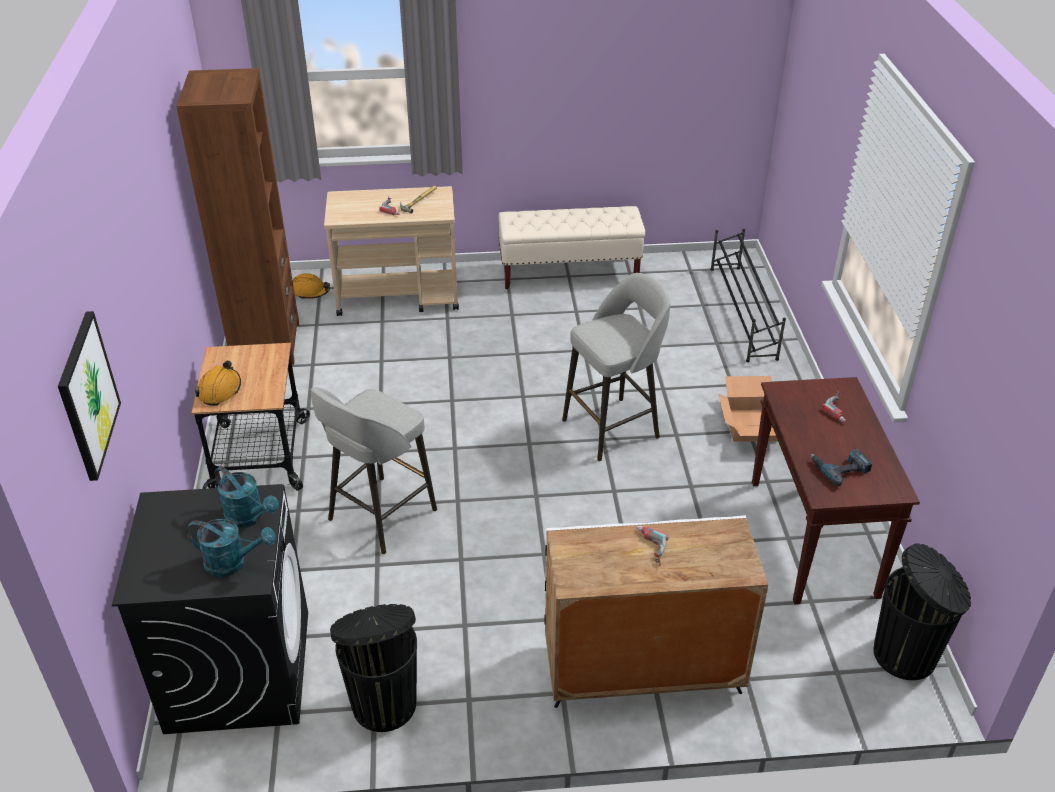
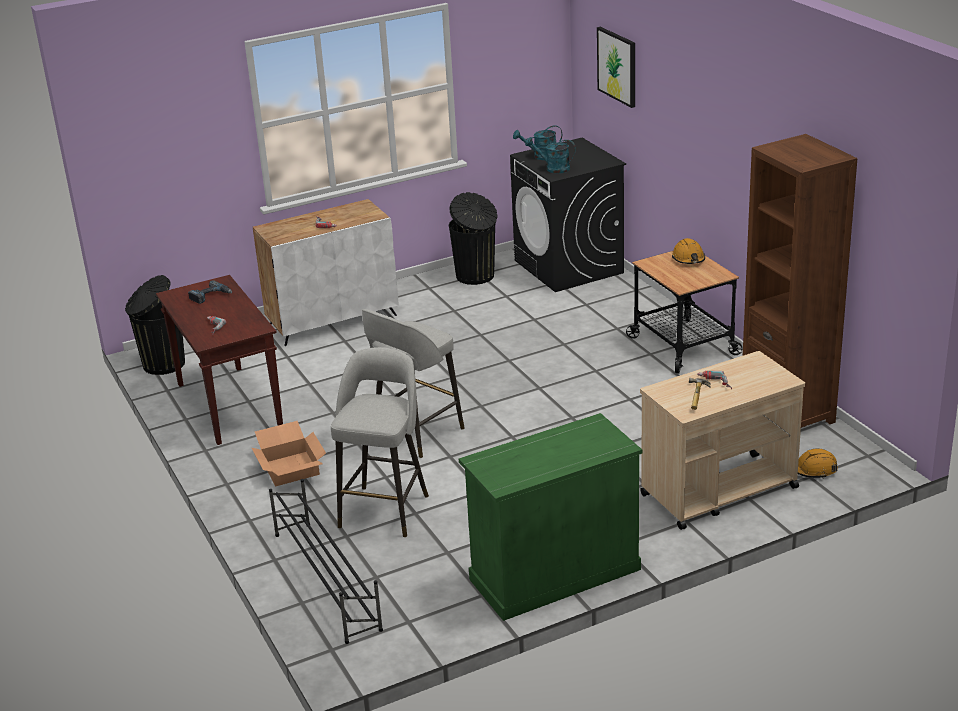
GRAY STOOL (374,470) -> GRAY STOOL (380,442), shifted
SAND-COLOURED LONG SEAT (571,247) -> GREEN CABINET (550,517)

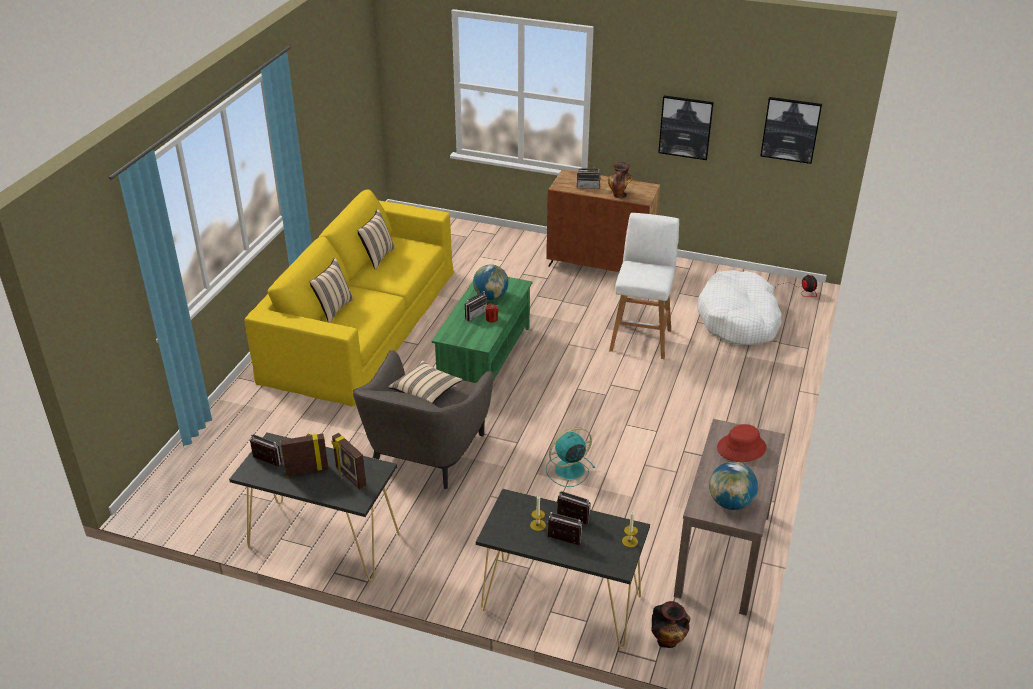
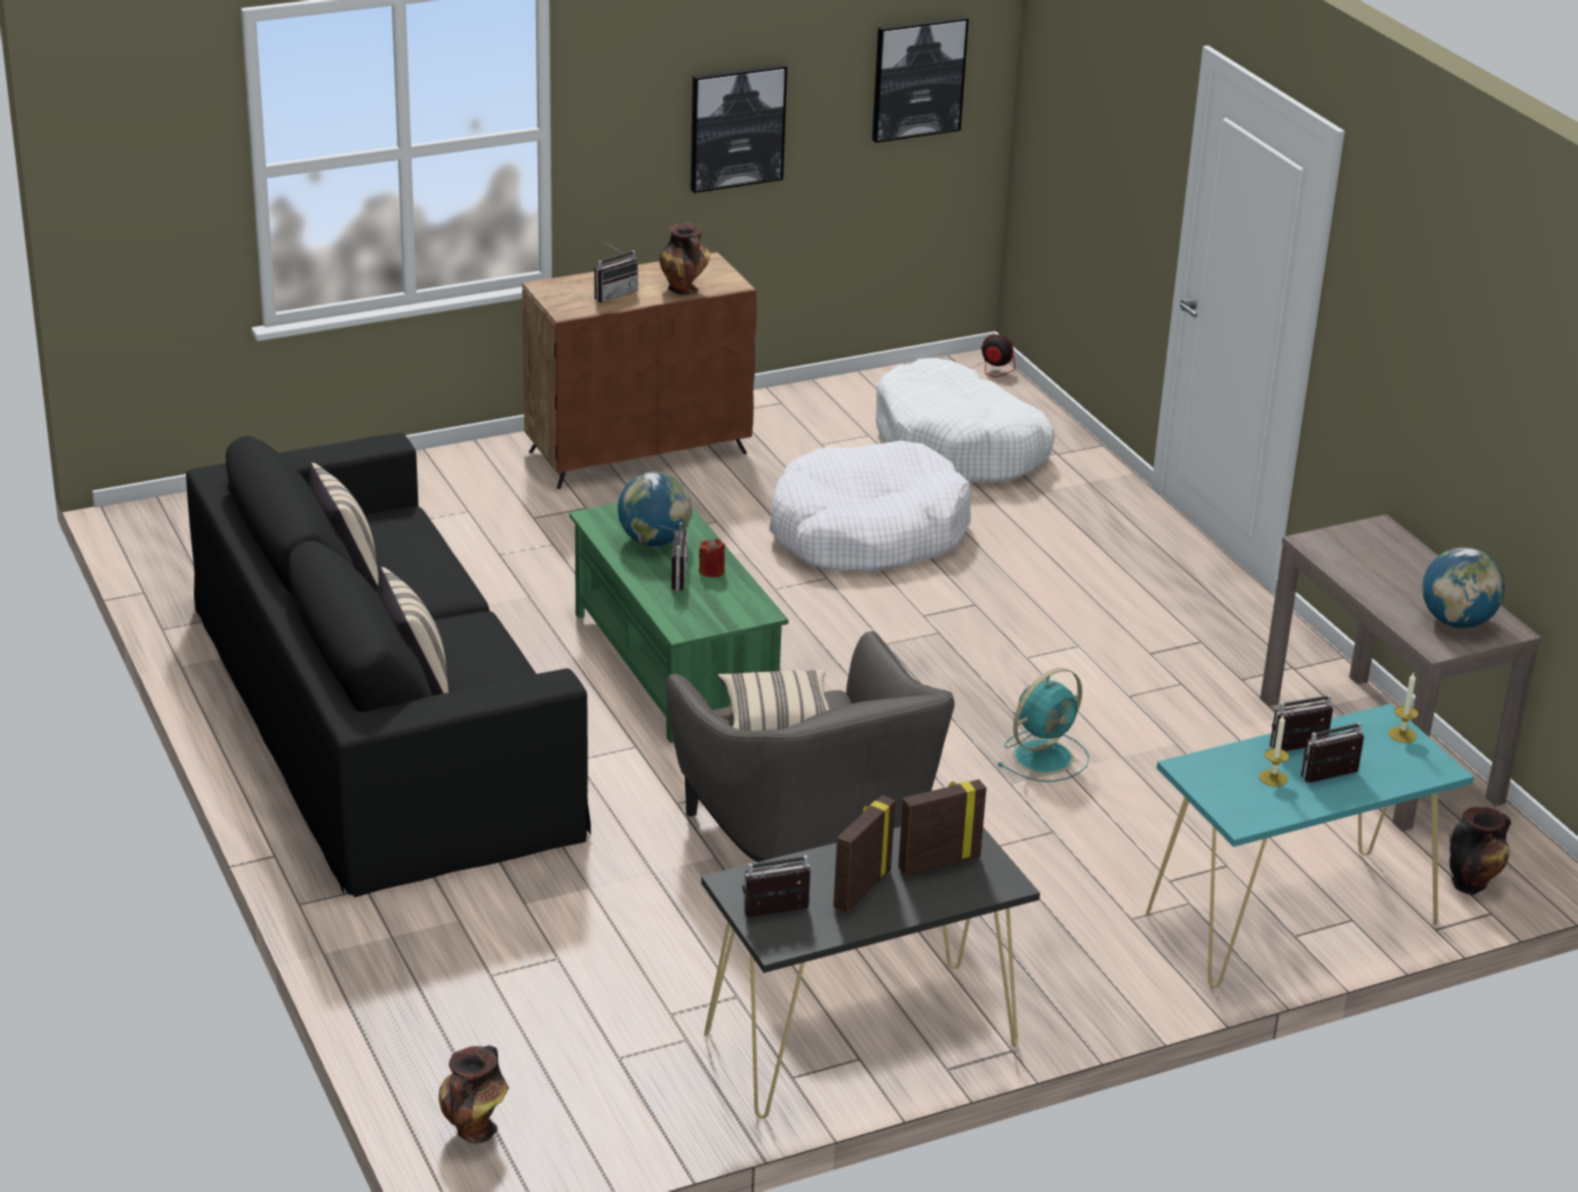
YELLOWISH SOFA (349,298) -> BLACK SOFA (388,665)
STANDING FRAME (348,461) -> STANDING FRAME (942,827), 150 degrees clockwise
BLACK CONSOLE TABLE (563,569) -> TURQUOISE CONSOLE TABLE (1310,846)
TURQUOISE COOLING FAN (570,457) -> TURQUOISE COOLING FAN (1043,725), 150 degrees counterclockwise
WHITE-COLOURED STOOL (644,286) -> WHITE-COLOURED DOG BED (870,507)
RED-COLOURED WEARABLE HAT (742,443) -> none
none -> DECORATIVE VASE (474,1094)

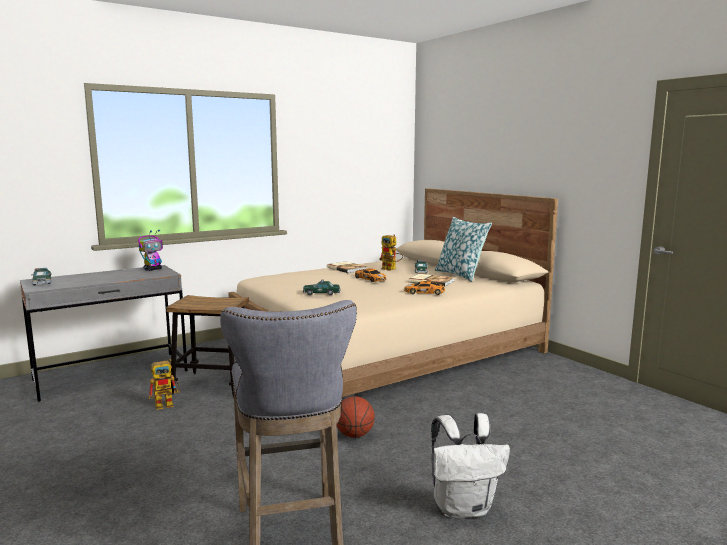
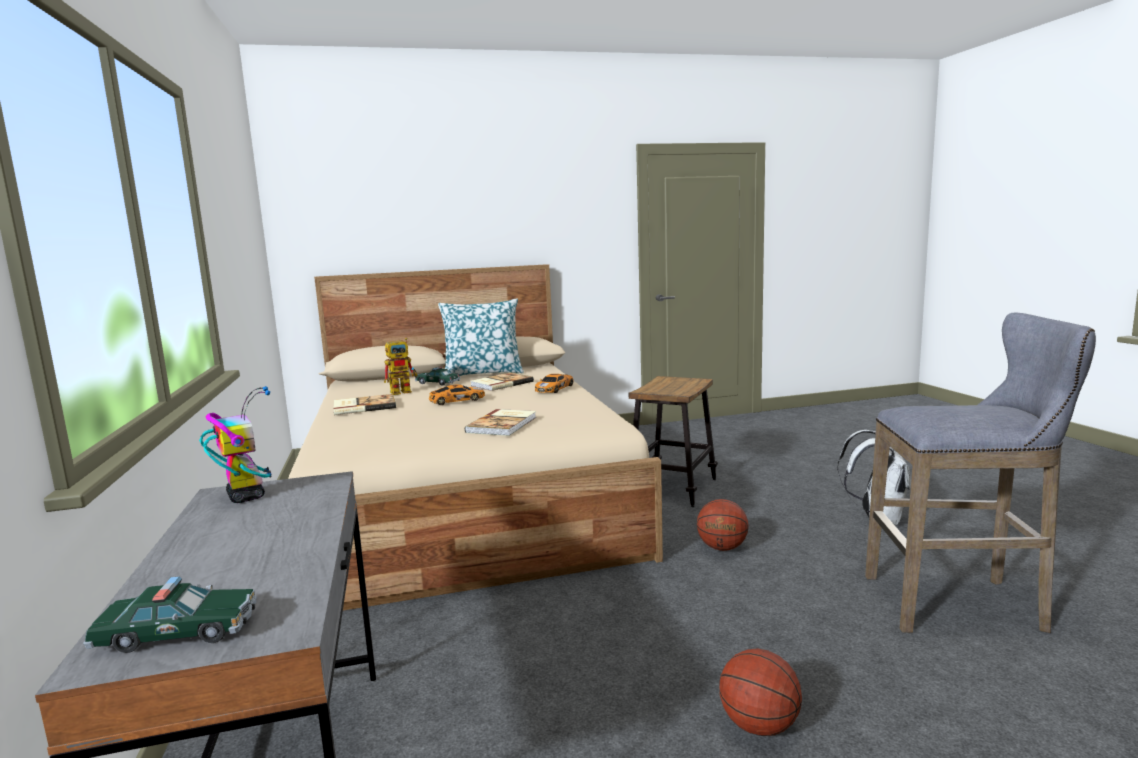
MODEL ROBOT (164,384) -> none
STOOL (207,346) -> STOOL (673,441), shifted
MODEL CAR (321,287) -> BOUND BOOK (500,422)
none -> BALL FOR BASKETBALL (760,692)

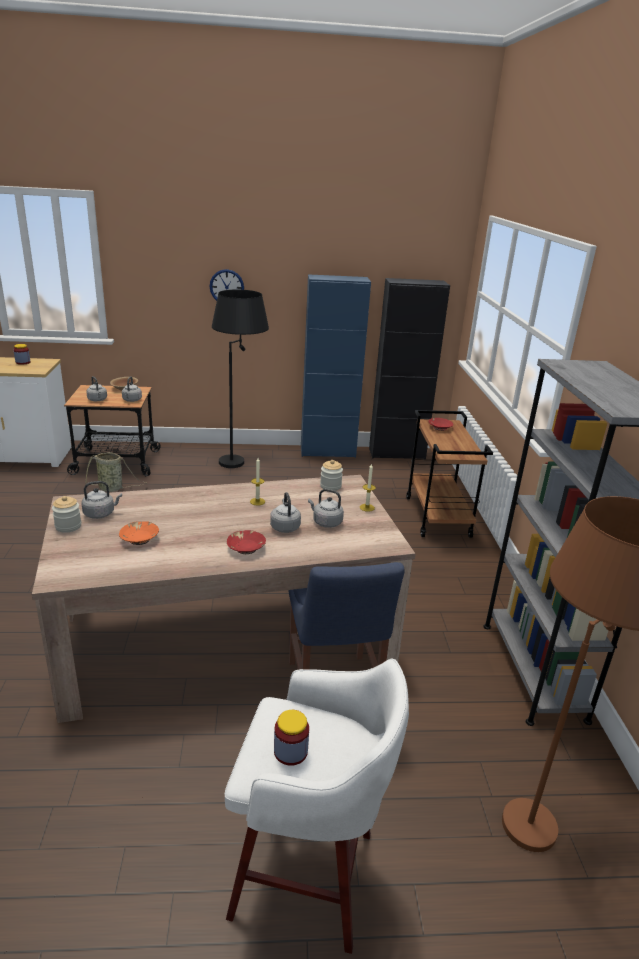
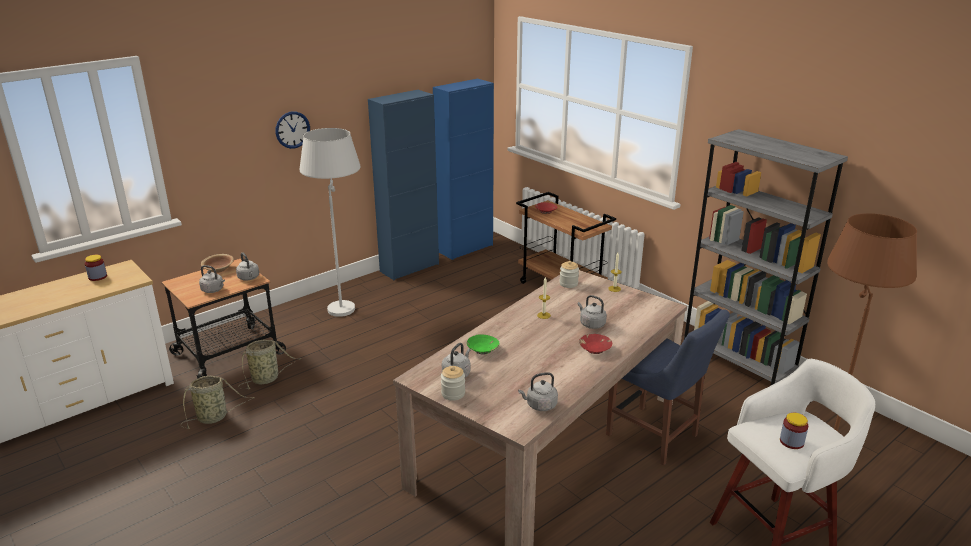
ORANGEY BOWL (139,533) -> none
BLACK FLOOR LAMP (240,378) -> WHITE-COLOURED FLOOR LAMP (330,222)
GRAY KETTLE (326,508) -> GRAY KETTLE (538,391), shifted
BLACK CABINET (409,368) -> BLUE CABINET (463,169)
none -> HOUSEHOLD BASKET (218,402)
none -> GREEN BOWL (483,344)

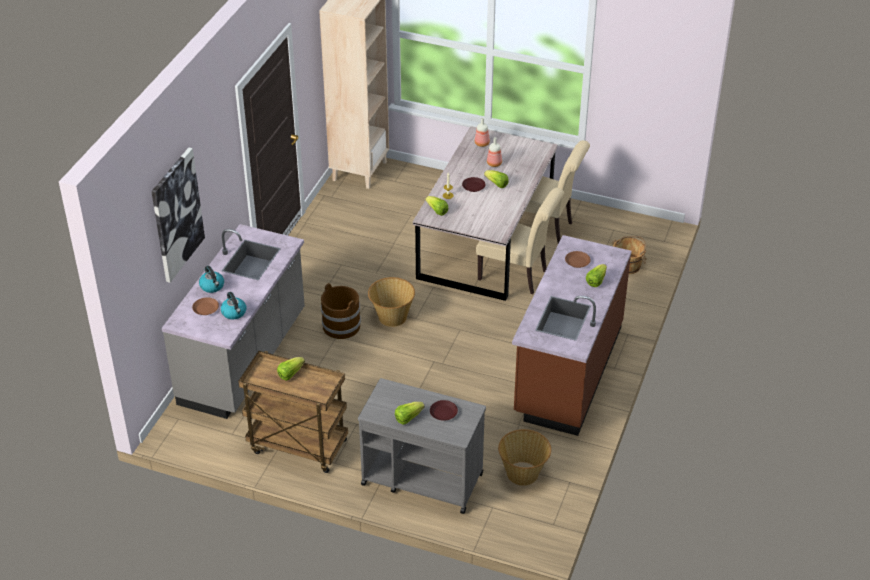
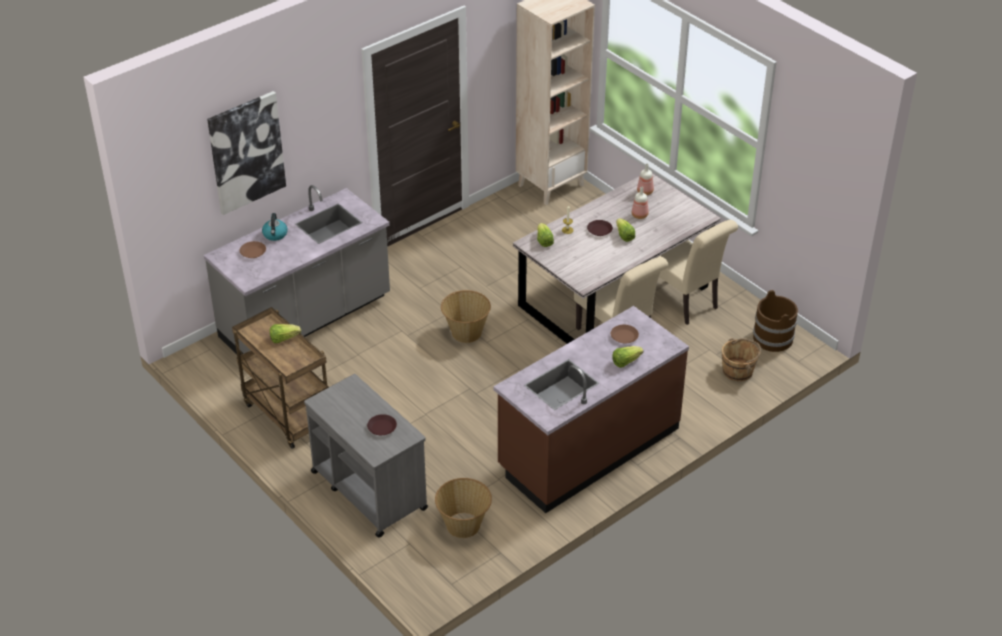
KETTLE (233,305) -> none
BROWNISH PAIL (341,311) -> BROWNISH PAIL (775,321), shifted
LETTUCE HEAD (410,413) -> none

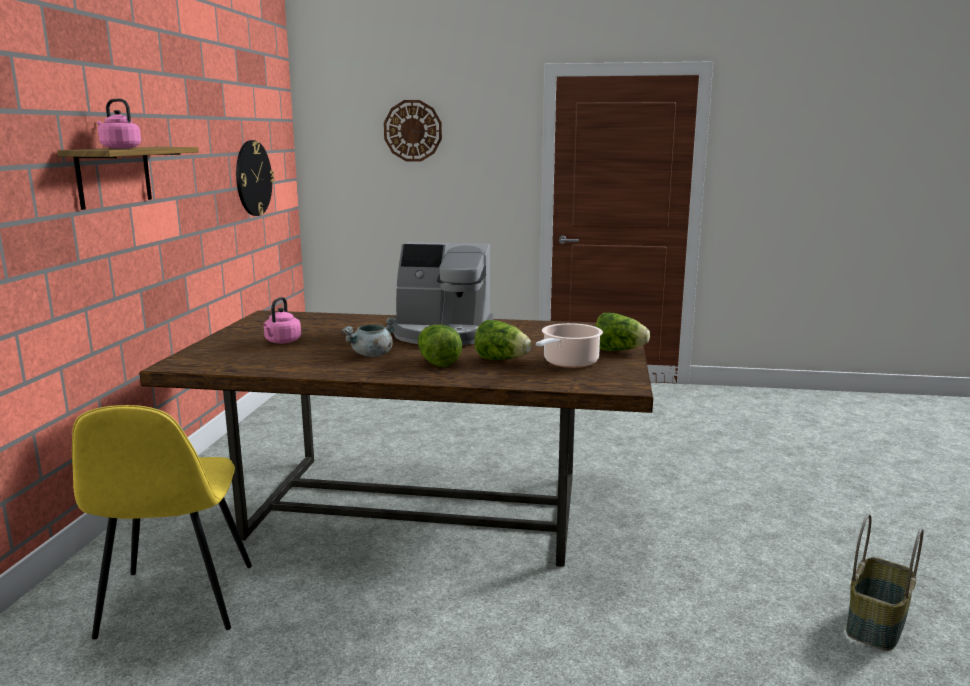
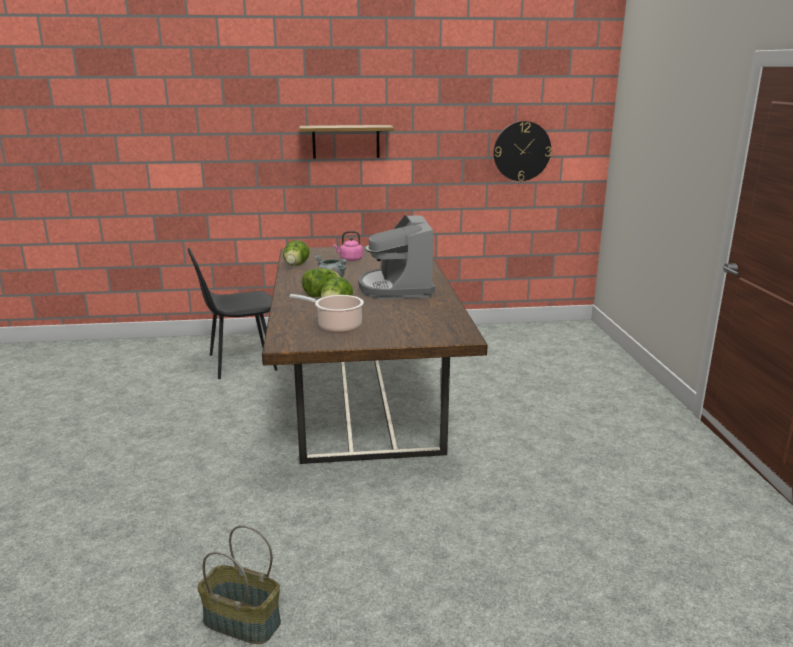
YELLOWISH PLAIN CHAIR (162,522) -> BLACK PLAIN CHAIR (232,313)
PINKISH KETTLE (119,124) -> none
CLOCK ON THE WALL (413,130) -> none
LETTUCE HEAD (622,332) -> LETTUCE HEAD (296,253), shifted

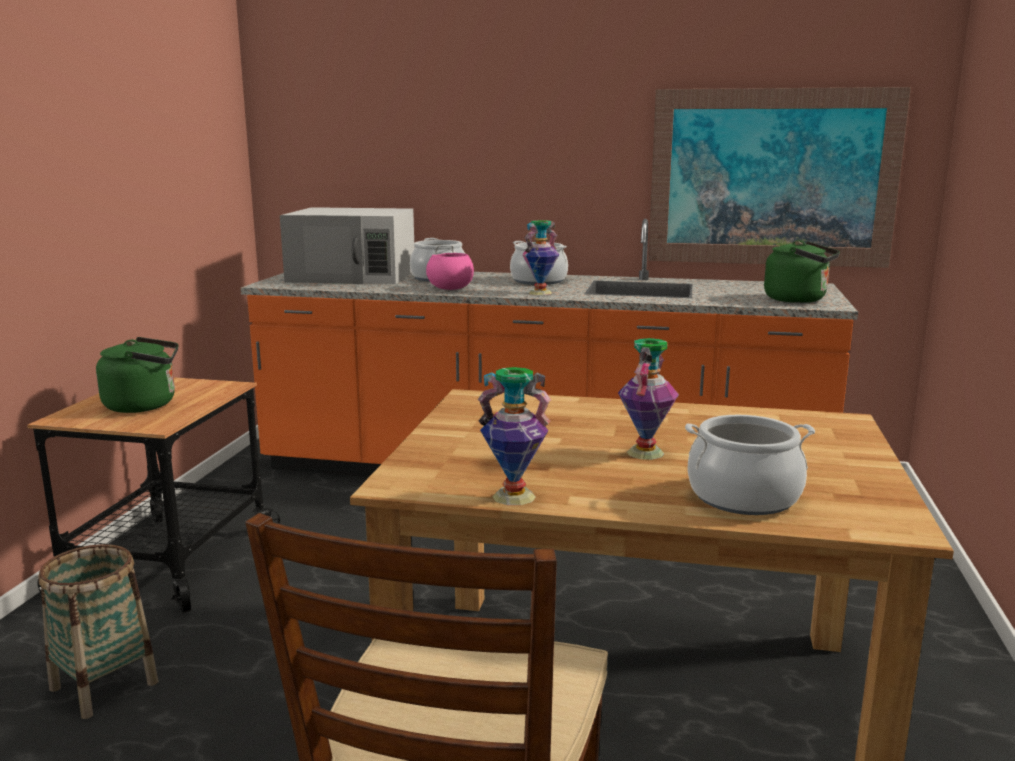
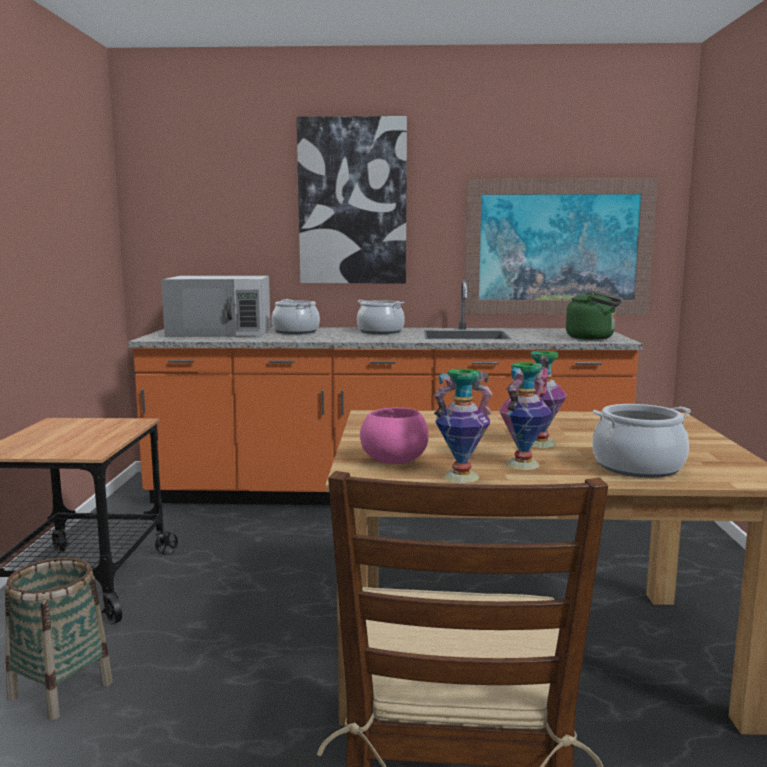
GREEN KETTLE (137,375) -> none
PINKISH BOWL (450,271) -> PINKISH BOWL (394,435), shifted
DECORATIVE VASE (540,257) -> DECORATIVE VASE (525,416), shifted
none -> WALL PICTURE (352,199)

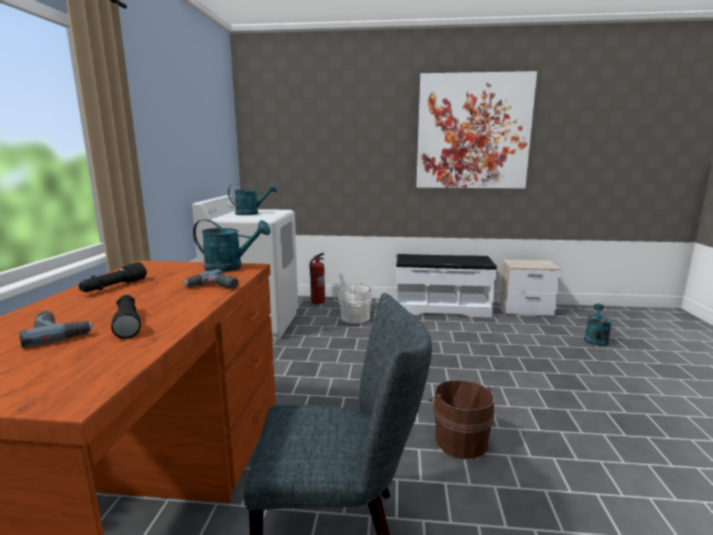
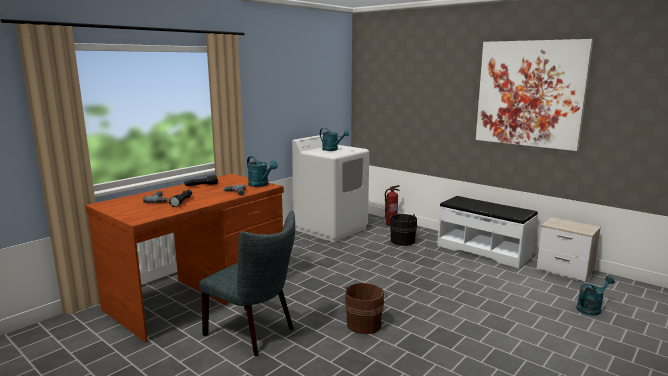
WHITE-COLOURED PAIL (354,303) -> BLACK PAIL (402,230)

